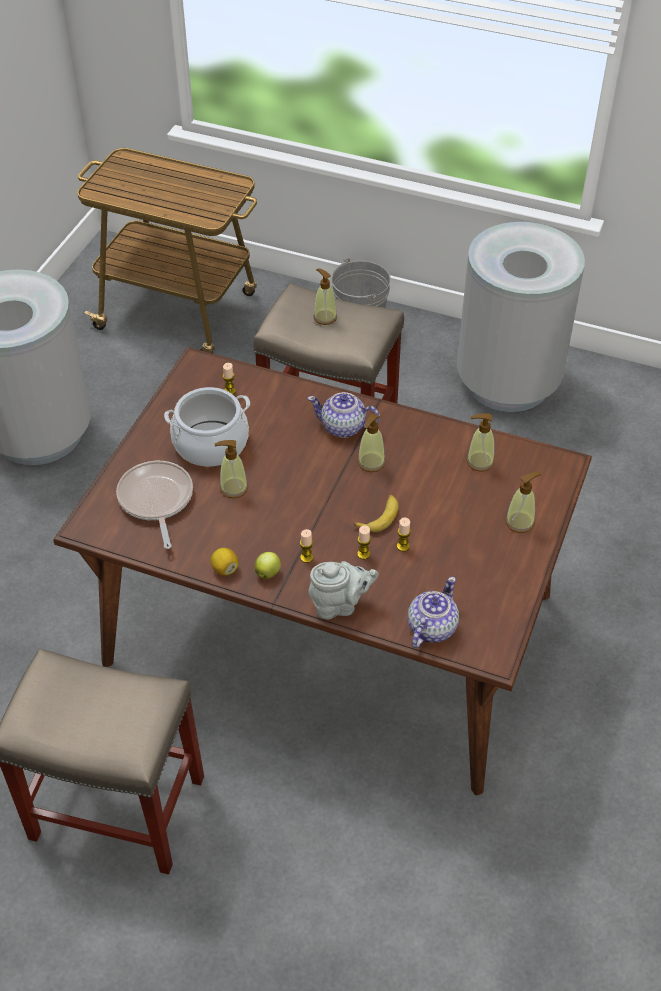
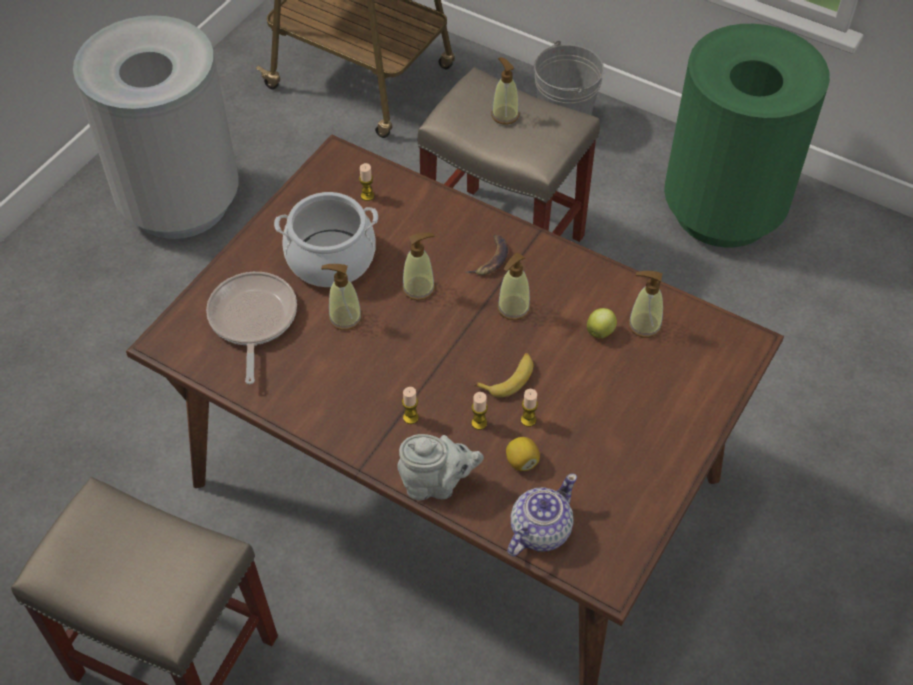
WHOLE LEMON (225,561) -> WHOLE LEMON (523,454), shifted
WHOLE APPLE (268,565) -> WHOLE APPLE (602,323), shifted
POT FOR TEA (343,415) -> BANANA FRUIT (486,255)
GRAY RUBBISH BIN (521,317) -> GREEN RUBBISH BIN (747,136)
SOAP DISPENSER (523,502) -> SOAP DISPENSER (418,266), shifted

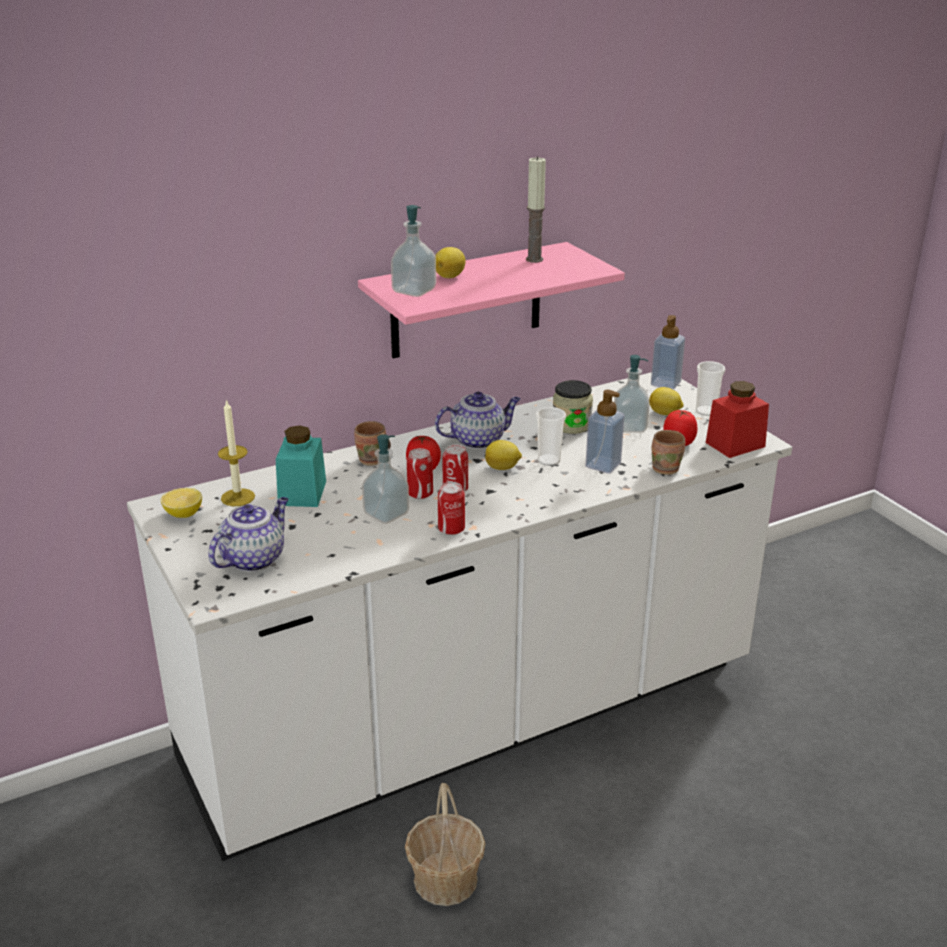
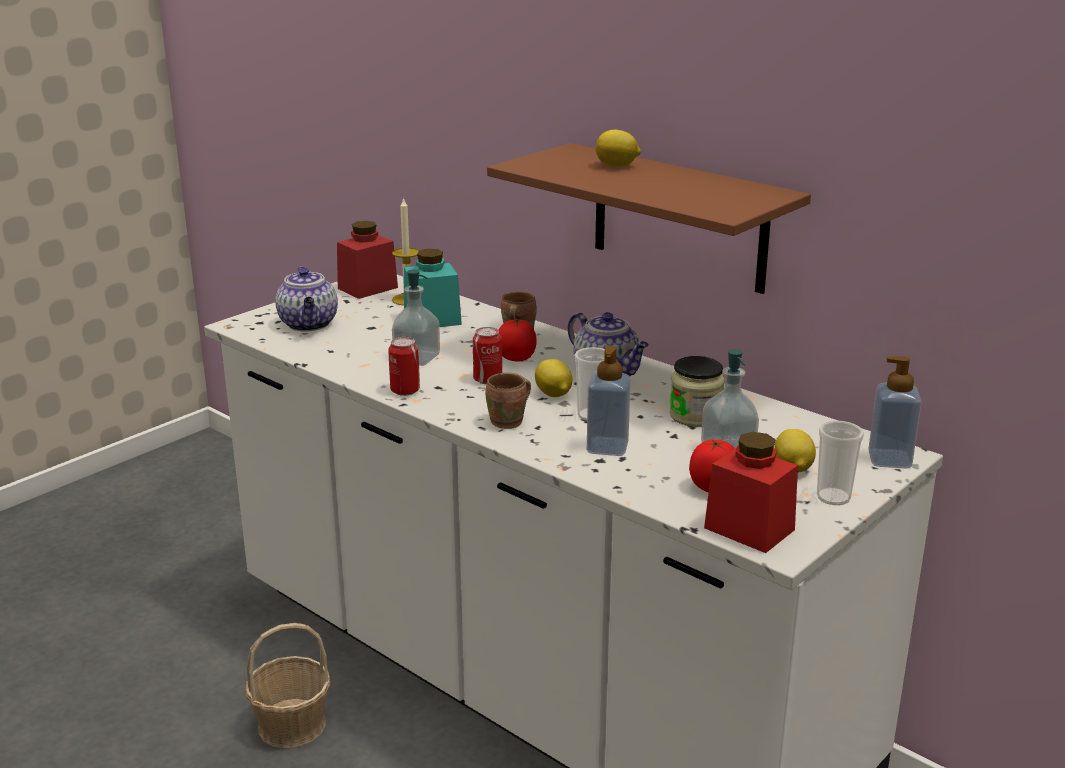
WHOLE LEMON (181,503) -> RED-COLOURED JAR (367,260)
POT FOR TEA (248,534) -> POT FOR TEA (306,299), 60 degrees clockwise
PINKISH SHELF (491,300) -> BROWNISH SHELF (649,218)
SOAP DISPENSER (413,251) -> none
SEALED CAN (420,473) -> none
WAX LIGHT (536,209) -> none
BROWNISH COFFEE MUG (668,452) -> BROWNISH COFFEE MUG (508,401), shifted

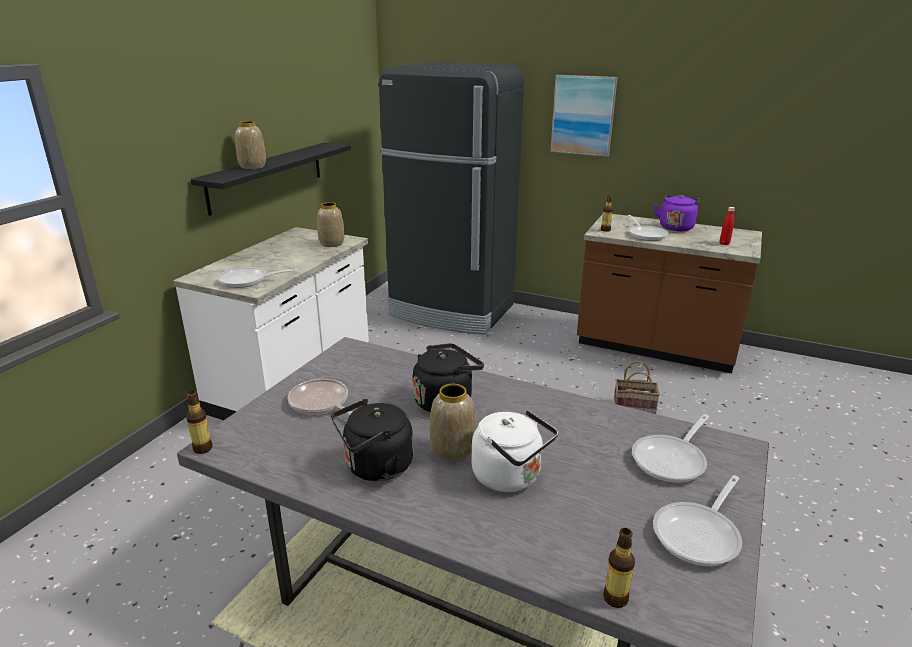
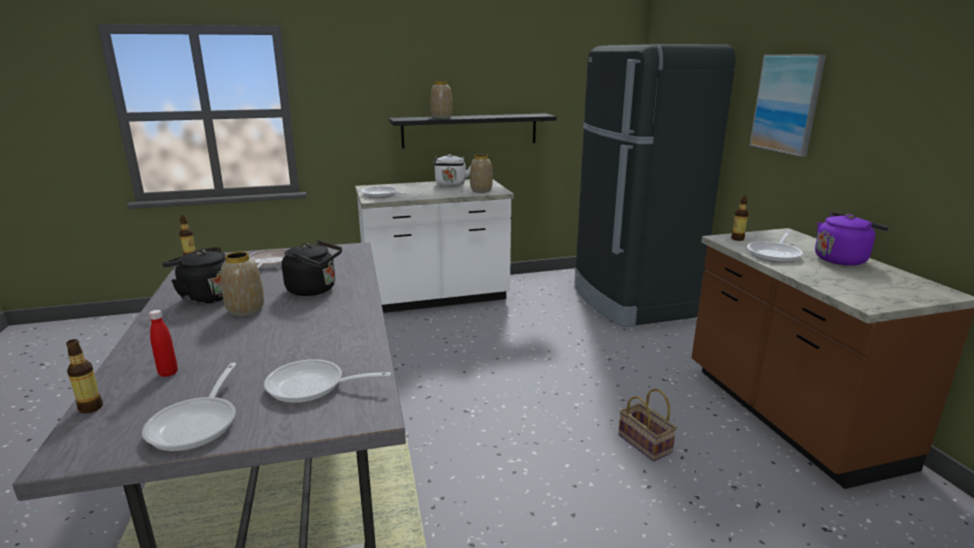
WHITE-COLOURED KETTLE (515,451) -> WHITE-COLOURED KETTLE (452,170), shifted
PAN (697,520) -> PAN (189,407), 90 degrees counterclockwise
RED-COLOURED DRINK BOTTLE (727,226) -> RED-COLOURED DRINK BOTTLE (163,343), shifted

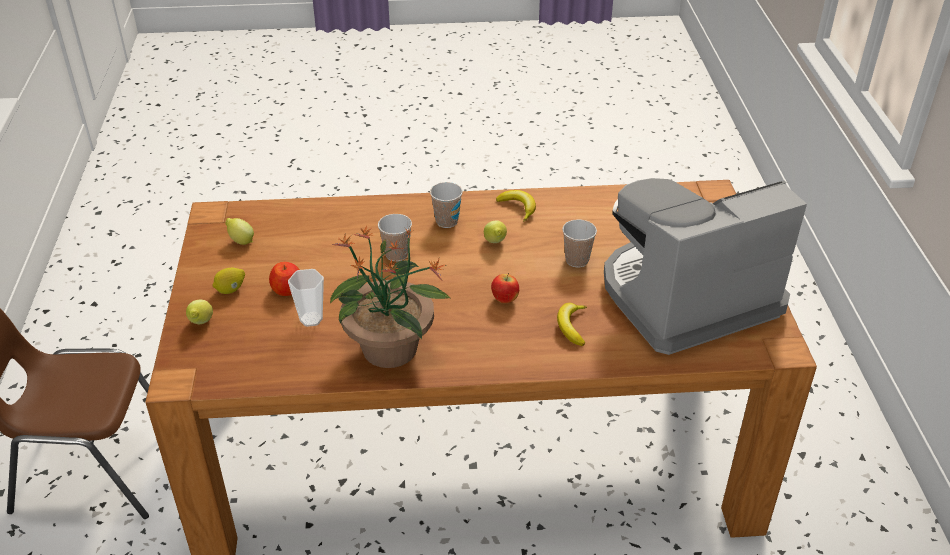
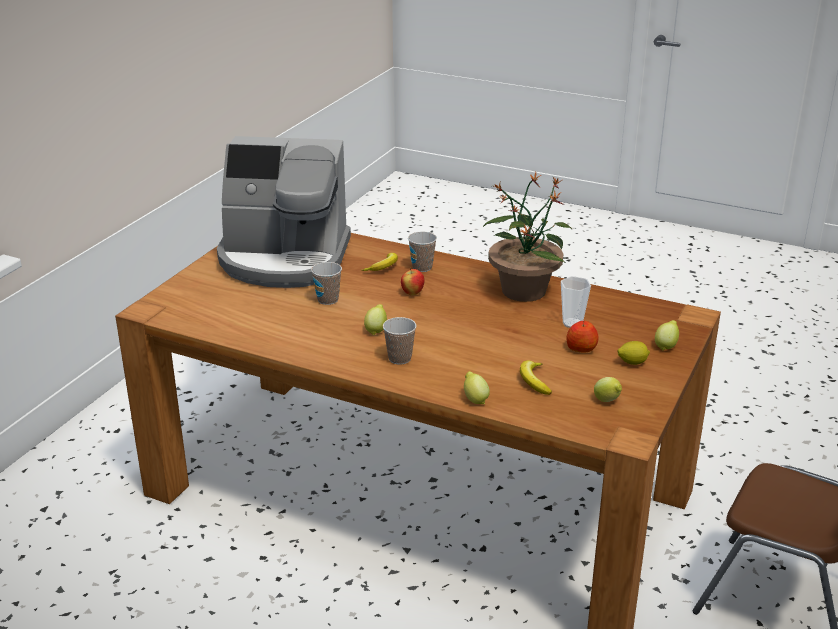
DRINKING CUP (395,237) -> DRINKING CUP (422,251), shifted
BANANA FRUIT (516,206) -> BANANA FRUIT (536,377), shifted
none -> WHOLE LEMON (477,387)

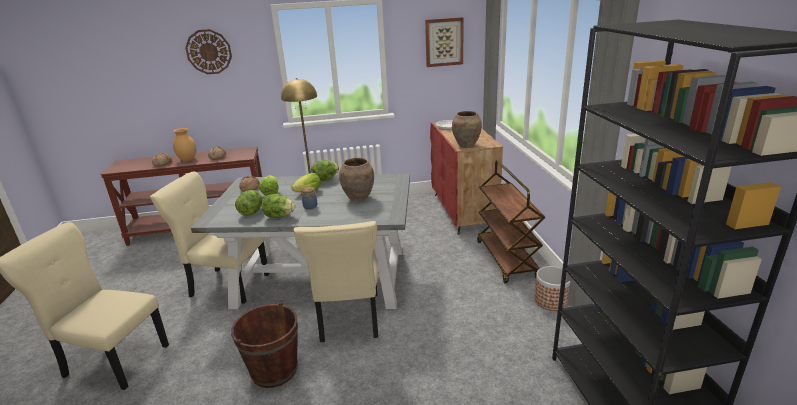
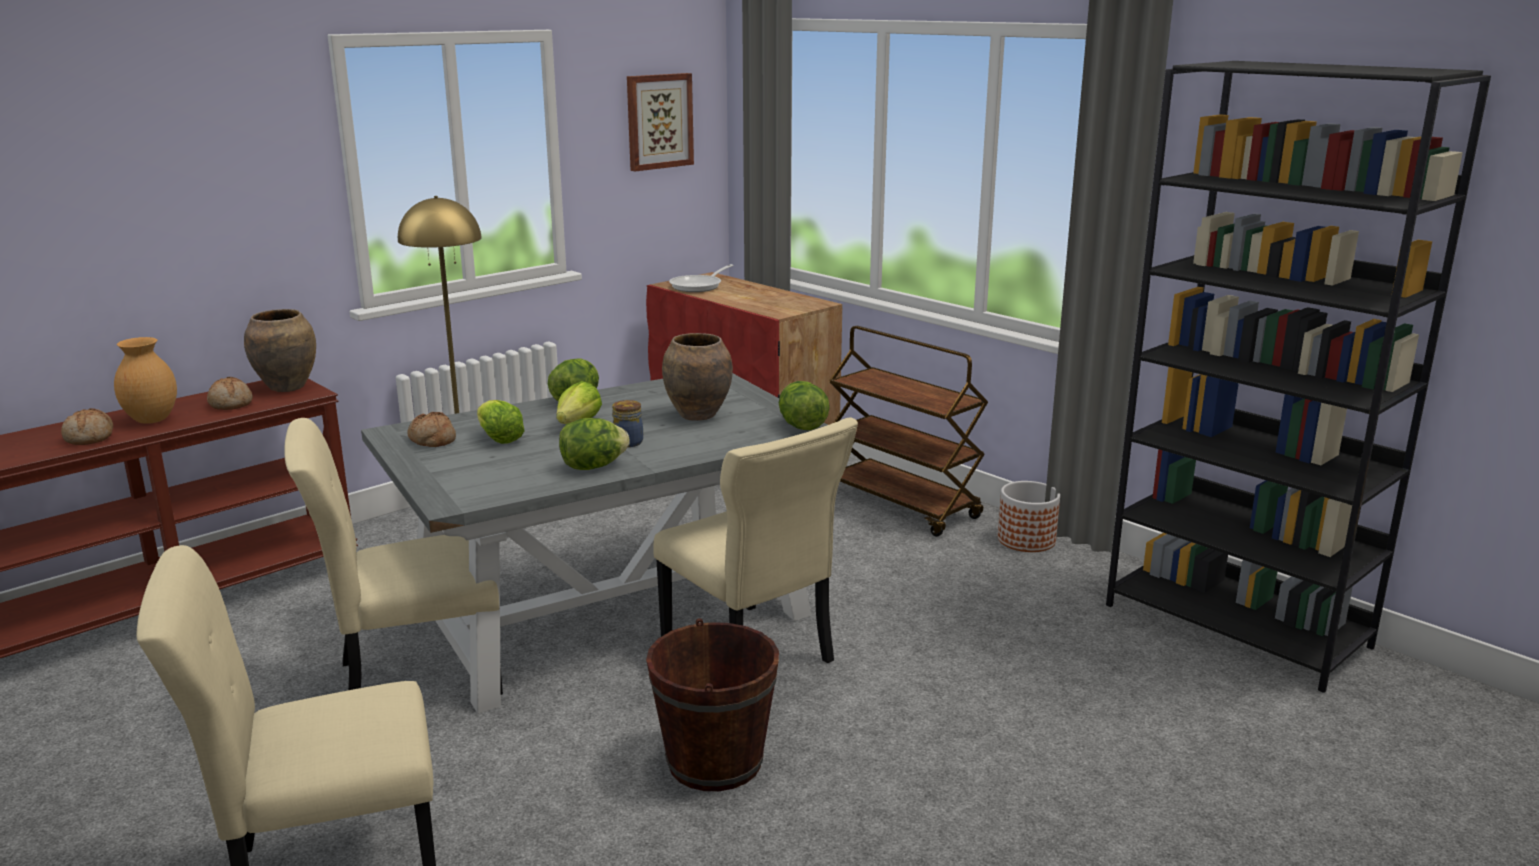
CLOCK ON THE WALL (208,51) -> none
LETTUCE HEAD (248,203) -> LETTUCE HEAD (804,405), shifted
BROWNISH DECORATIVE VASE (467,129) -> BROWNISH DECORATIVE VASE (280,350), shifted

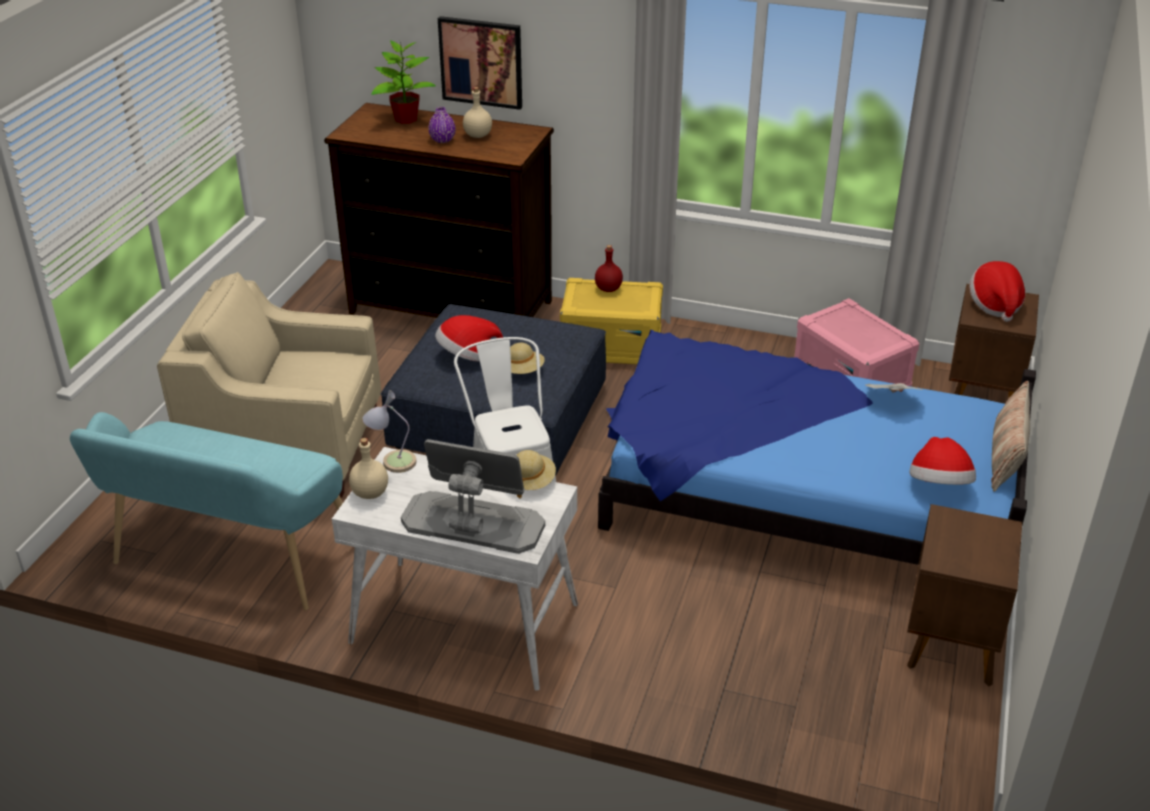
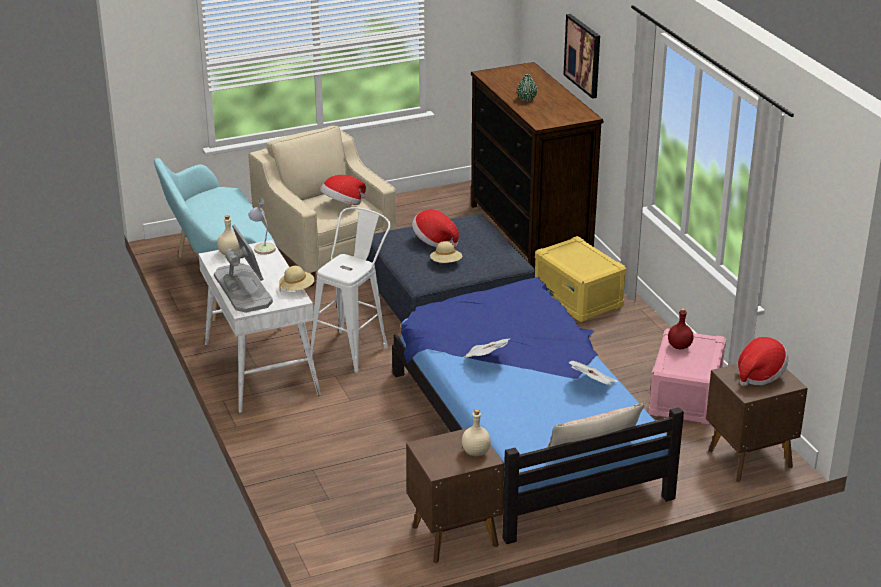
PLANT IN A POT (403,82) -> none
PURPLE DECORATIVE VASE (442,125) -> GREEN DECORATIVE VASE (527,87)
SAND-COLOURED DRINK BOTTLE (477,112) -> SAND-COLOURED DRINK BOTTLE (476,432), shifted
RED-COLOURED DRINK BOTTLE (609,268) -> RED-COLOURED DRINK BOTTLE (681,328), shifted
WEARABLE HAT (943,461) -> WEARABLE HAT (343,190), shifted
none -> PRINTED PAPER (487,347)

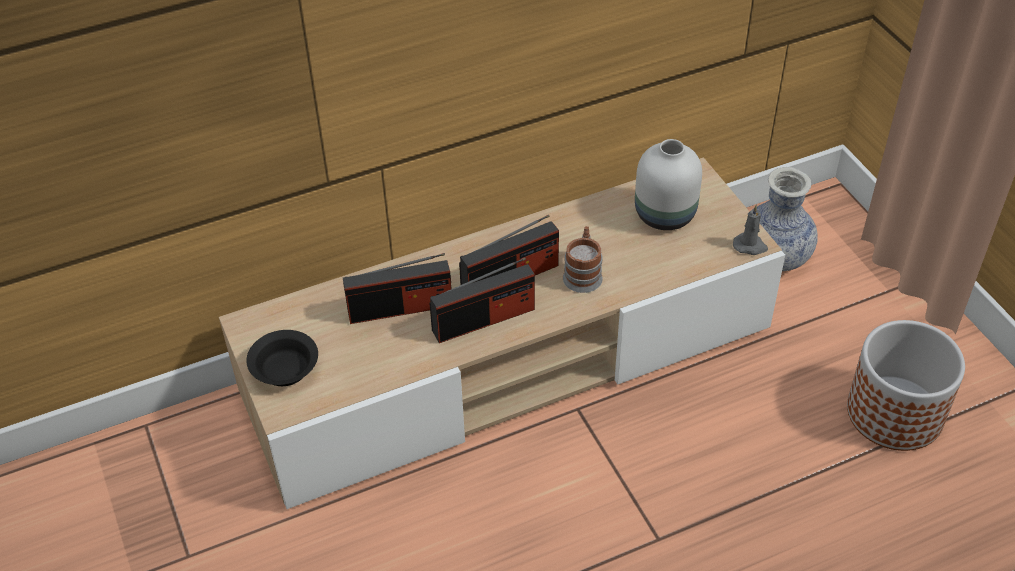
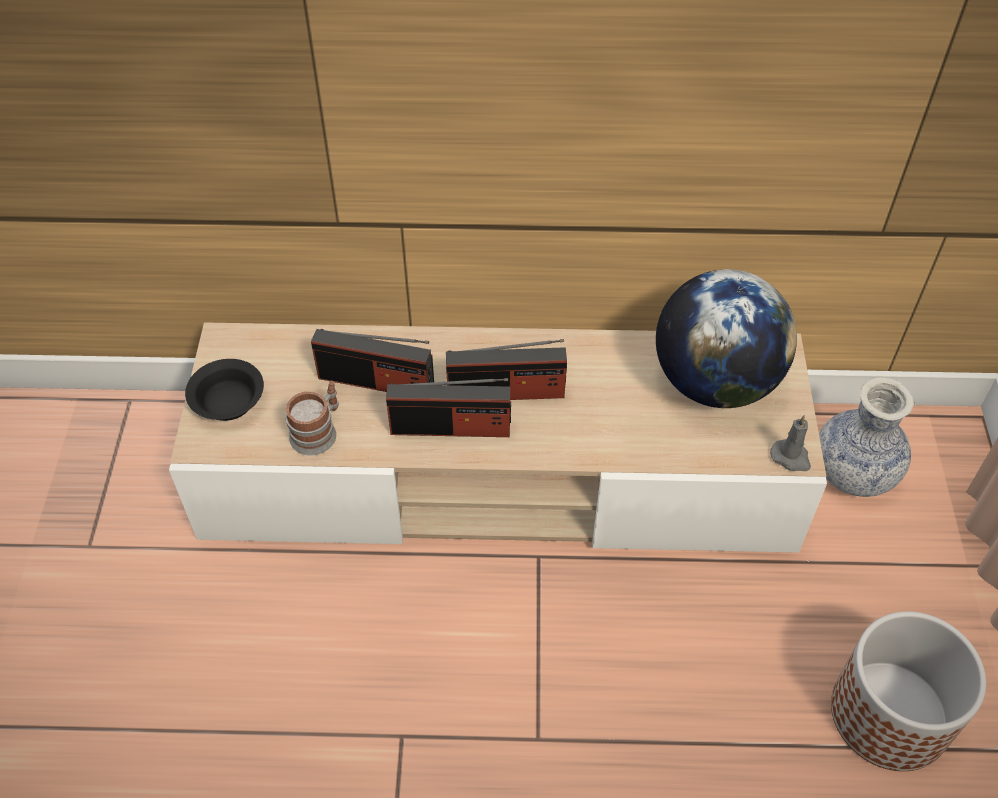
COFFEE MUG (583,259) -> COFFEE MUG (312,418), shifted
WHITE-COLOURED DECORATIVE VASE (668,184) -> DESK GLOBE (726,338)

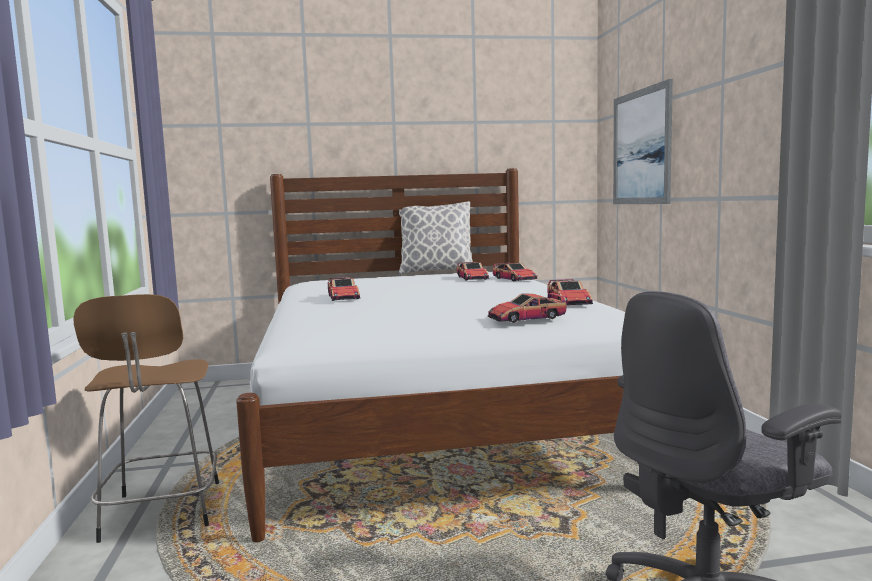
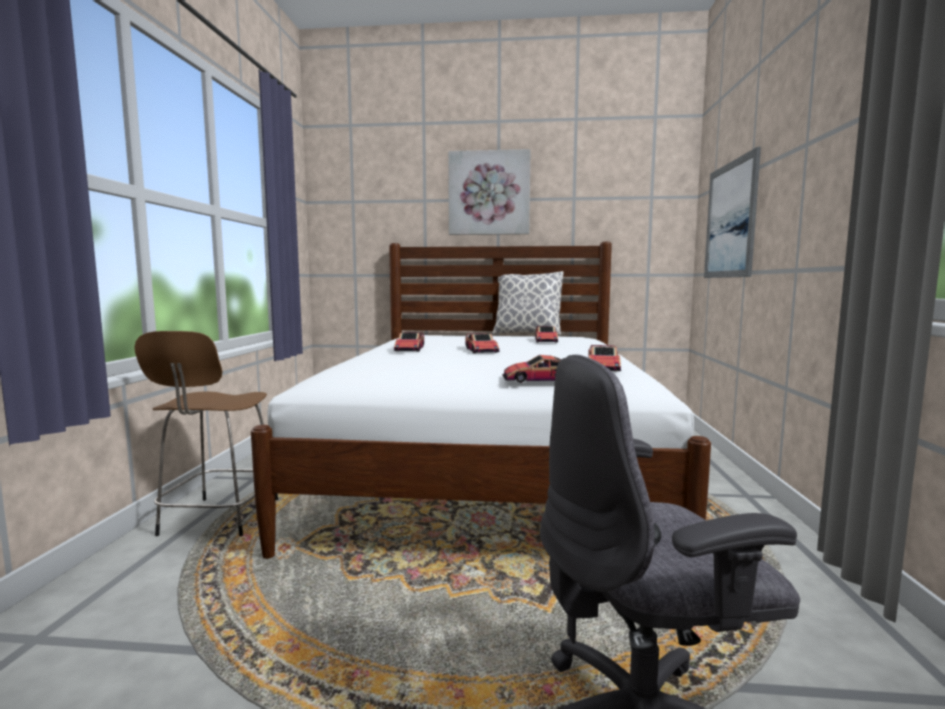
MODEL CAR (515,272) -> MODEL CAR (482,343), shifted
none -> WALL PICTURE (489,192)

